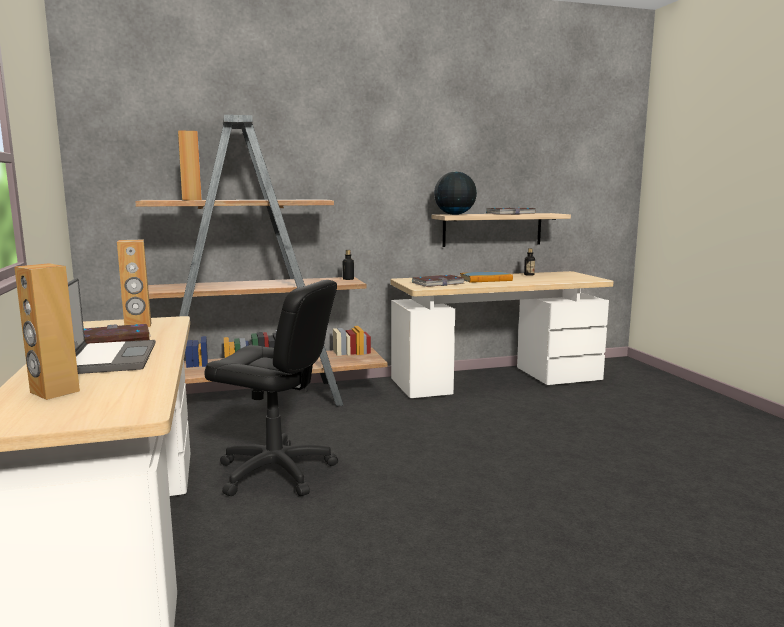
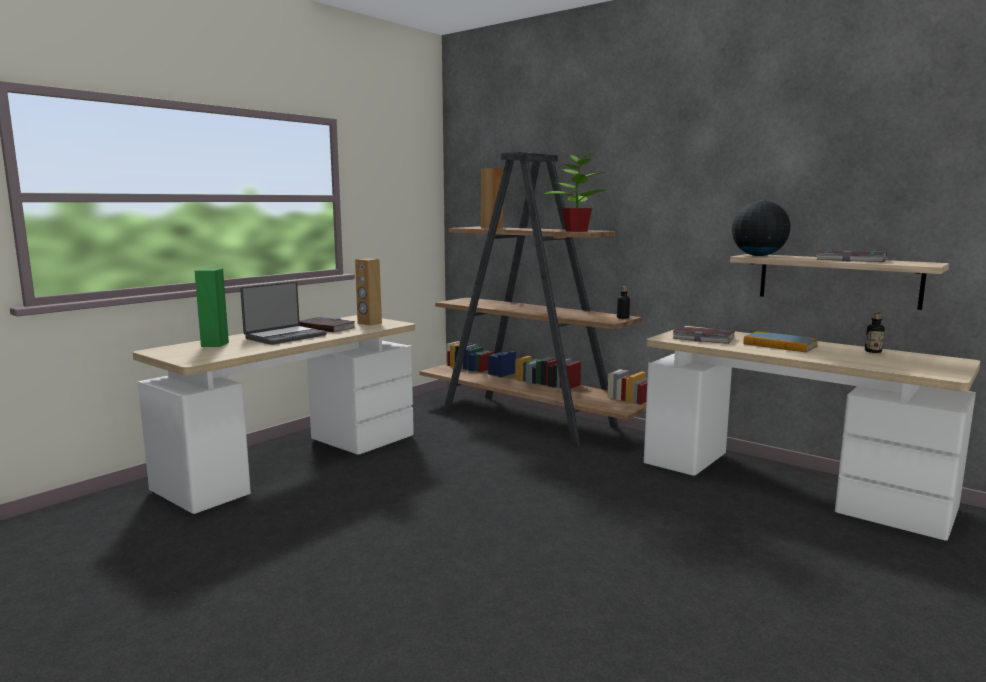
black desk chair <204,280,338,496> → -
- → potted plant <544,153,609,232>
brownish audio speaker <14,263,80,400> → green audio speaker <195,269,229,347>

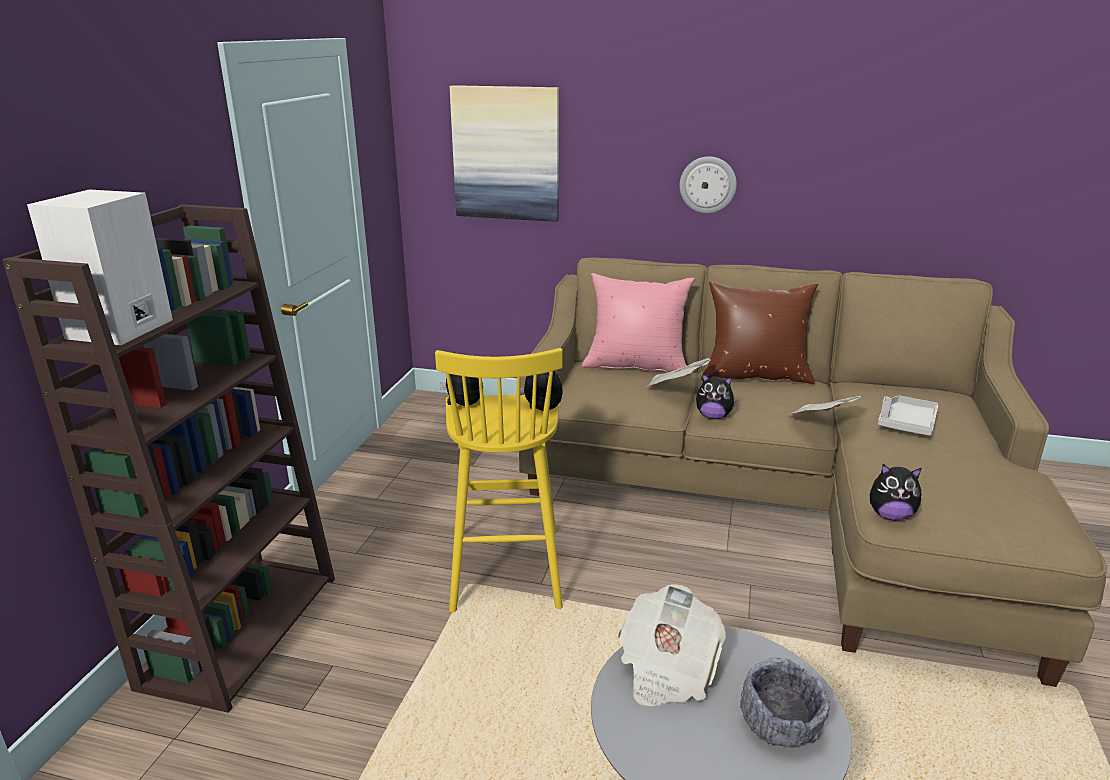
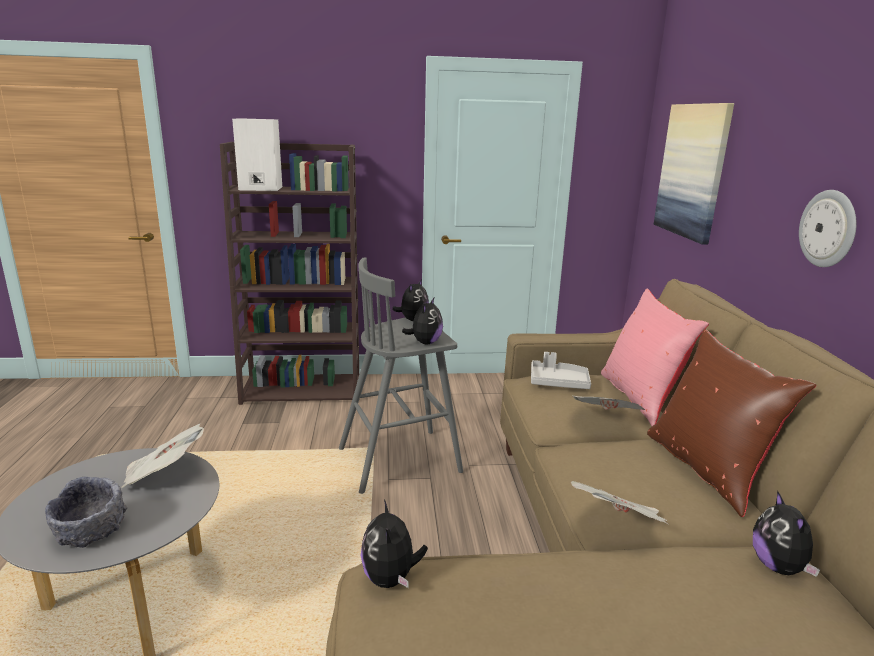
soft toy <696,373,738,419> → soft toy <753,490,820,577>, relocated
grey carrying tray <878,395,938,436> → grey carrying tray <531,352,591,389>, relocated
yellowish stool seat <435,348,563,613> → grey stool seat <339,258,463,494>

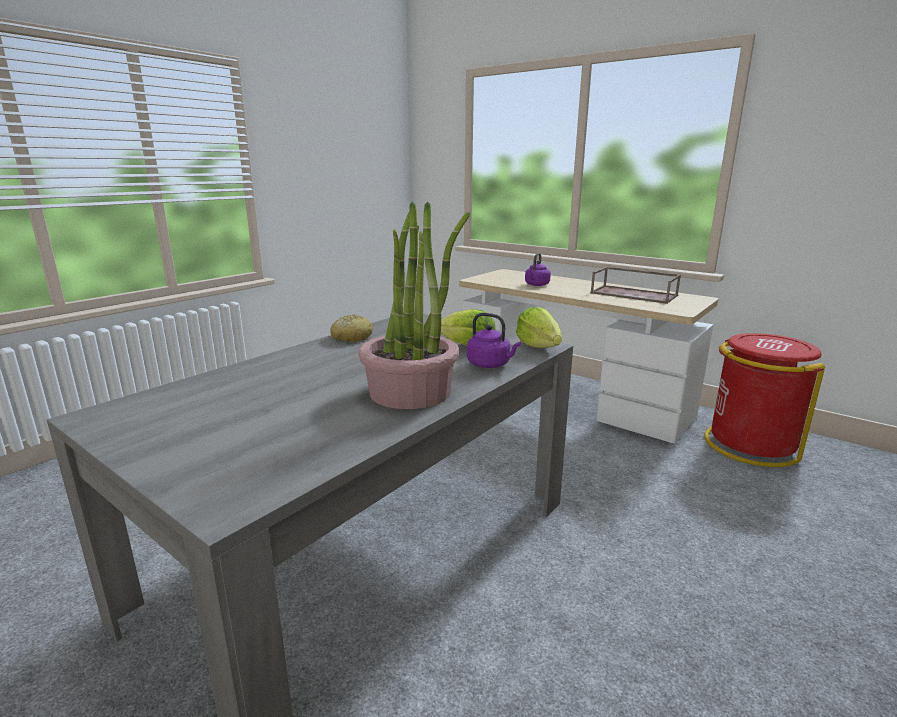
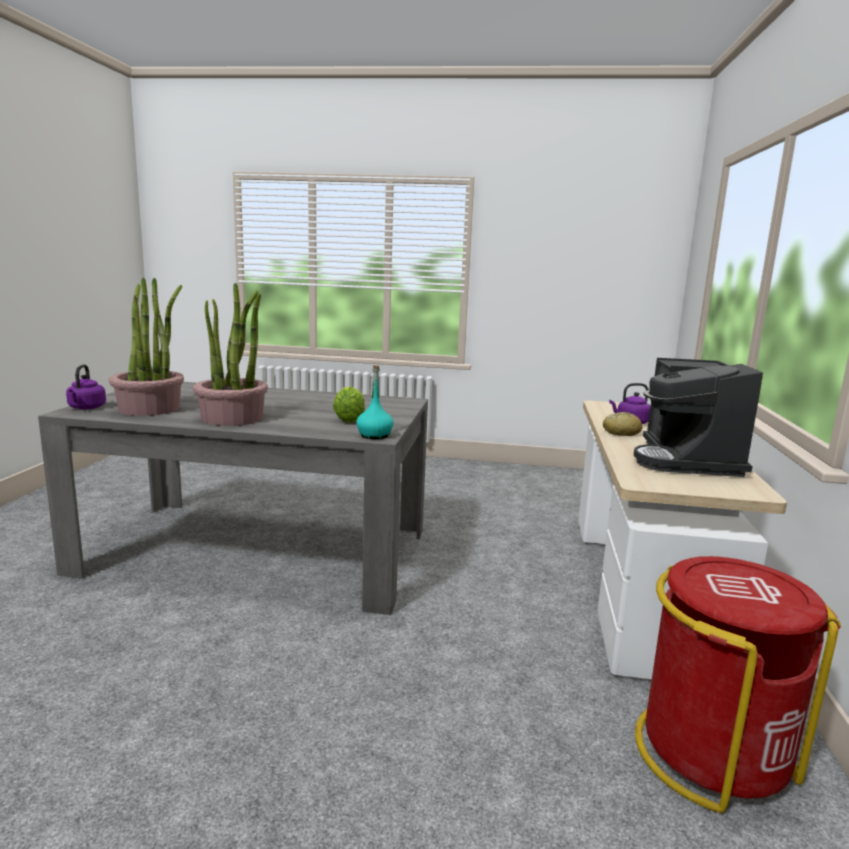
- → potted plant <109,278,184,416>
bakery bread <330,314,373,342> → bakery bread <603,412,643,436>, relocated
purplish water kettle <467,313,521,368> → purplish water kettle <66,364,106,409>, relocated
lettuce <516,307,562,348> → turquoise beverage bottle <356,365,394,439>
brownish carrying tray <590,267,681,304> → coffee machine <634,358,763,477>

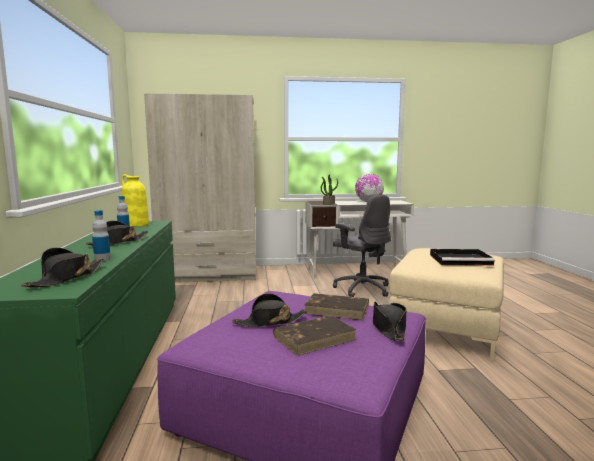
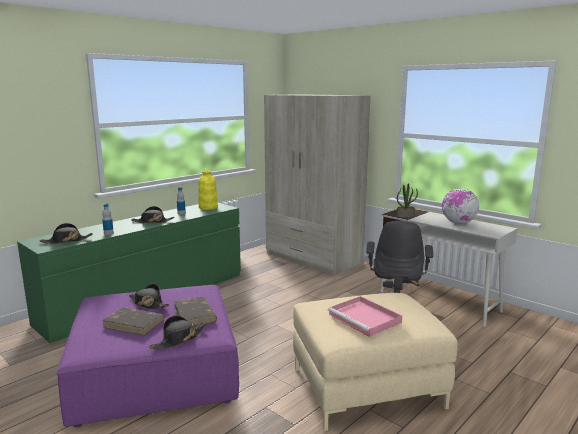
black carrying tray <430,249,495,266> → pink carrying tray <328,296,402,337>

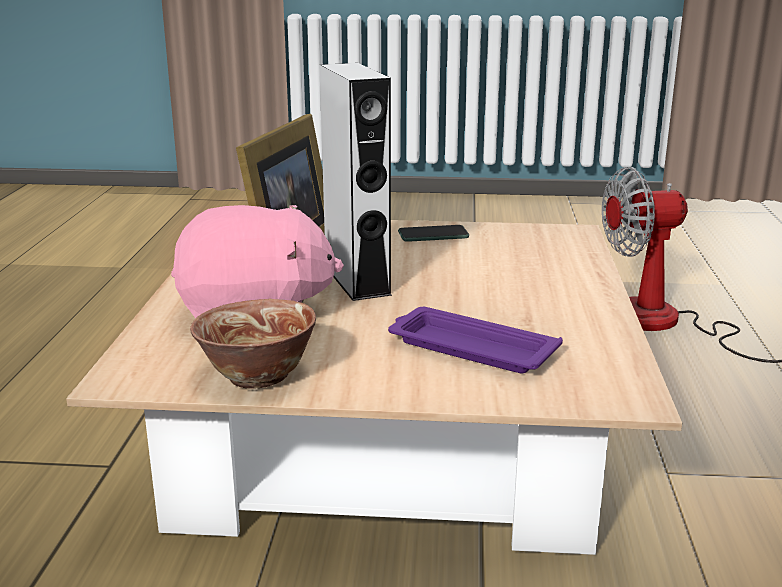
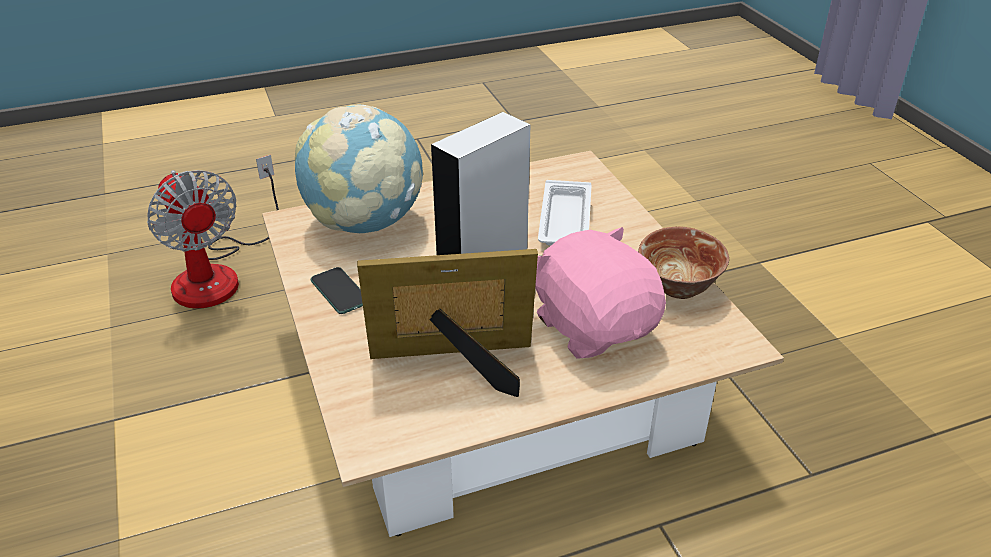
- → desk globe <295,105,423,233>
purplish carrying tray <388,307,563,373> → whitish carrying tray <538,180,591,246>

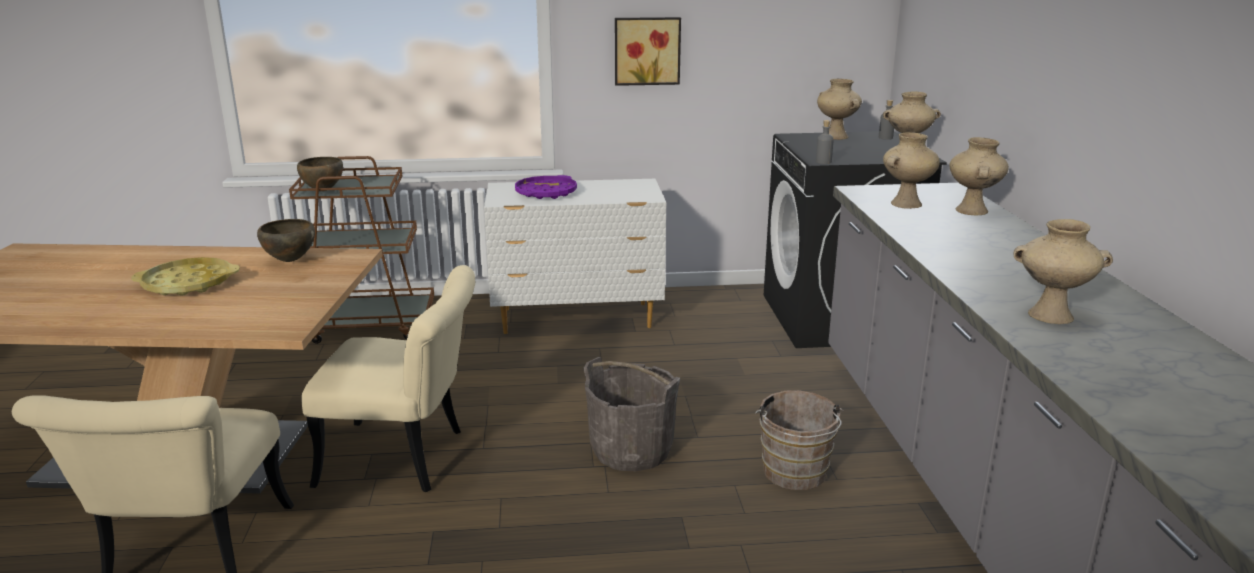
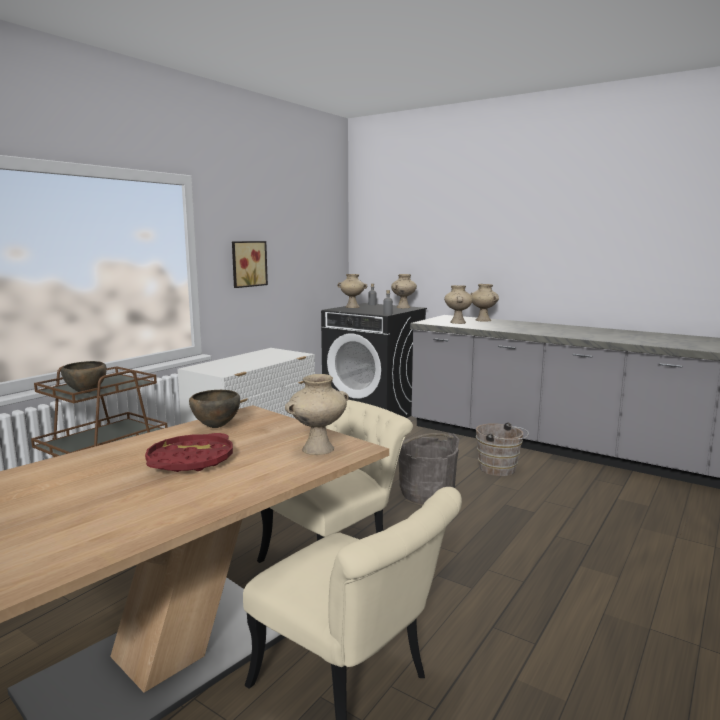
purplish carrying tray <515,175,577,199> → -
sand-coloured vase <1014,219,1113,324> → sand-coloured vase <285,374,348,455>, relocated
yellowish carrying tray <131,257,240,296> → red-coloured carrying tray <145,433,233,472>

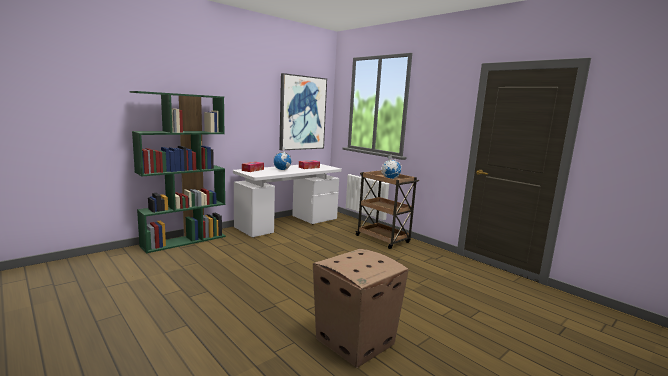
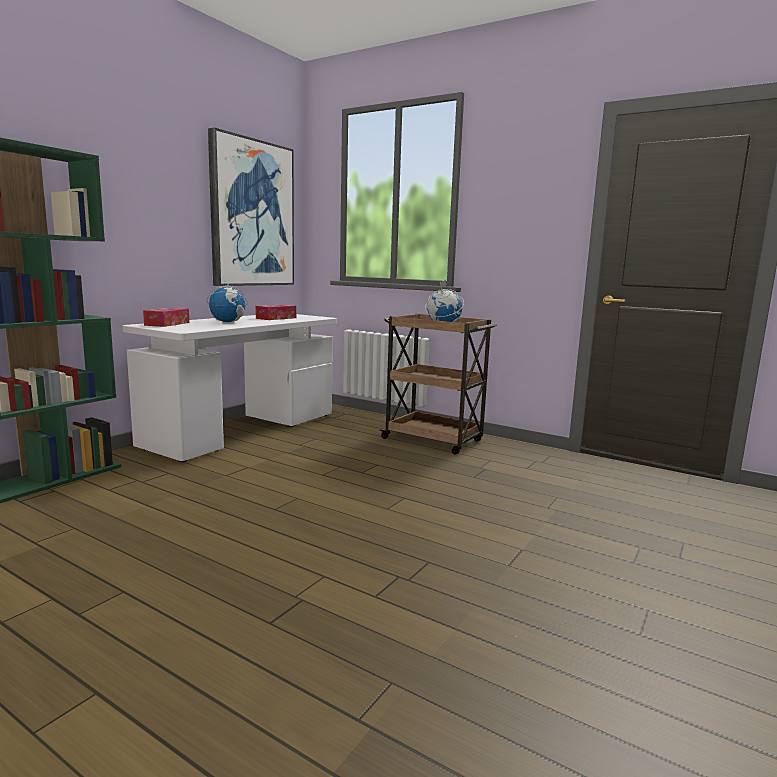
carton <313,249,409,368> → -

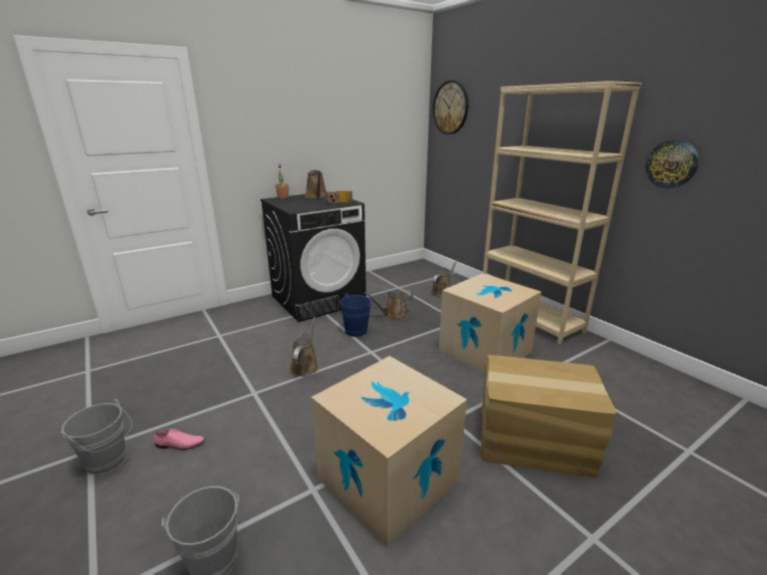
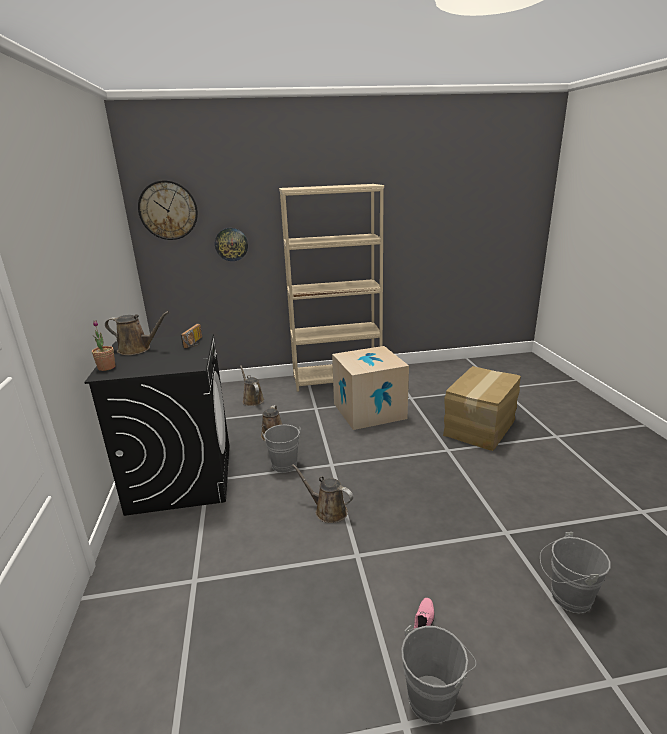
carton <311,356,467,548> → -
clock on the wall <645,140,699,188> → clock on the wall <215,228,248,261>, relocated
blue-coloured pail <340,293,376,337> → grey pail <262,424,301,473>

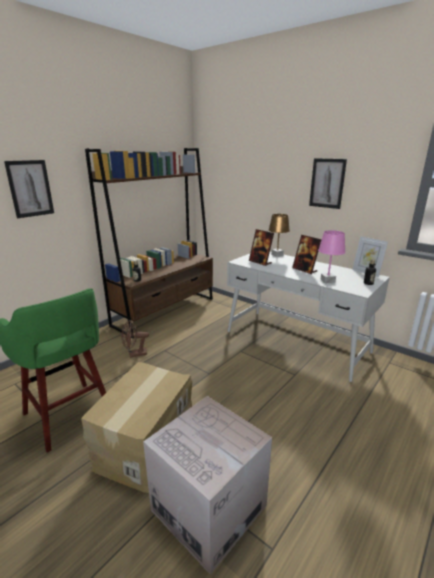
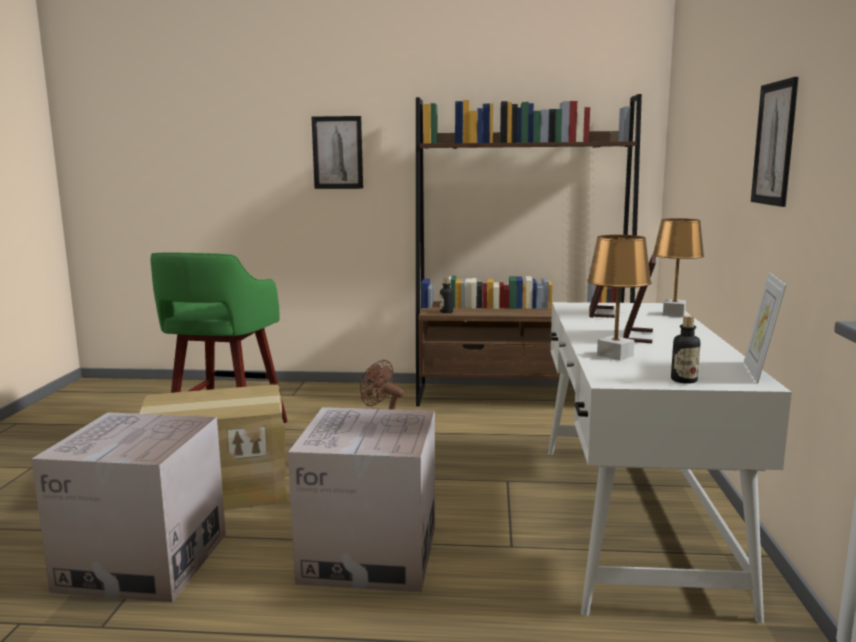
- → carton <288,407,435,592>
pink table lamp <318,230,346,283> → brownish table lamp <587,235,652,360>

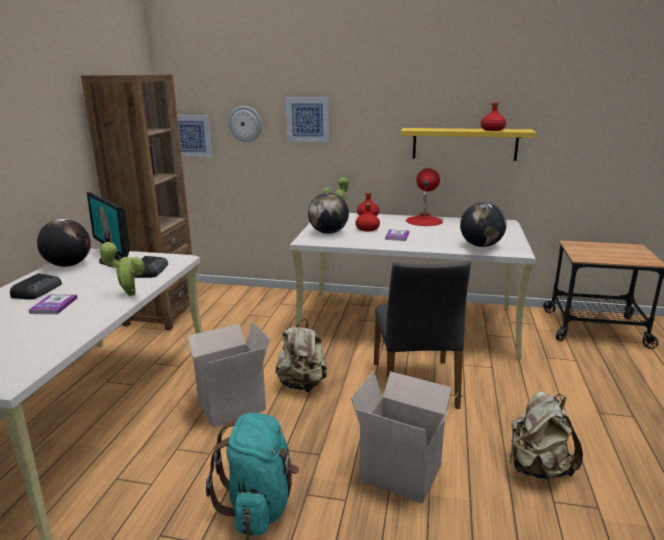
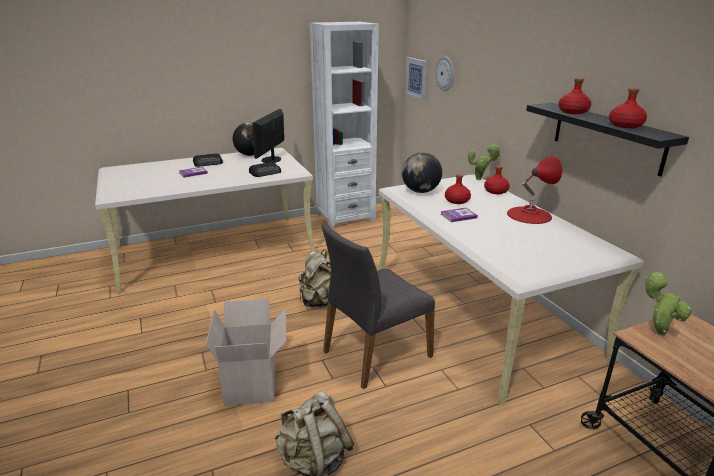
carton <182,321,270,427> → -
turquoise backpack <206,413,299,536> → -
picture <286,97,329,142> → -
desk globe <460,202,507,247> → -
- → red-coloured beverage bottle <558,78,591,114>
potted plant <99,242,145,296> → potted plant <645,272,691,336>, relocated
brownish shelving unit <81,74,192,330> → whitish shelving unit <310,22,379,229>
yellowish wall shelf <400,128,536,161> → black wall shelf <526,103,689,177>

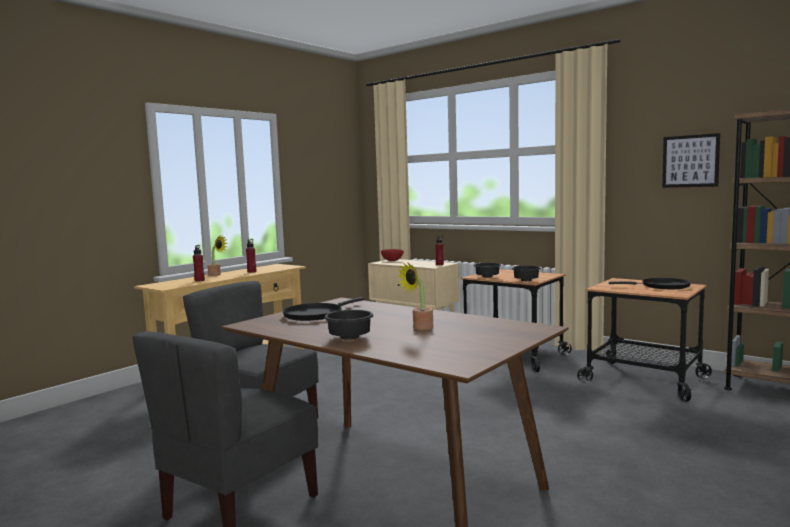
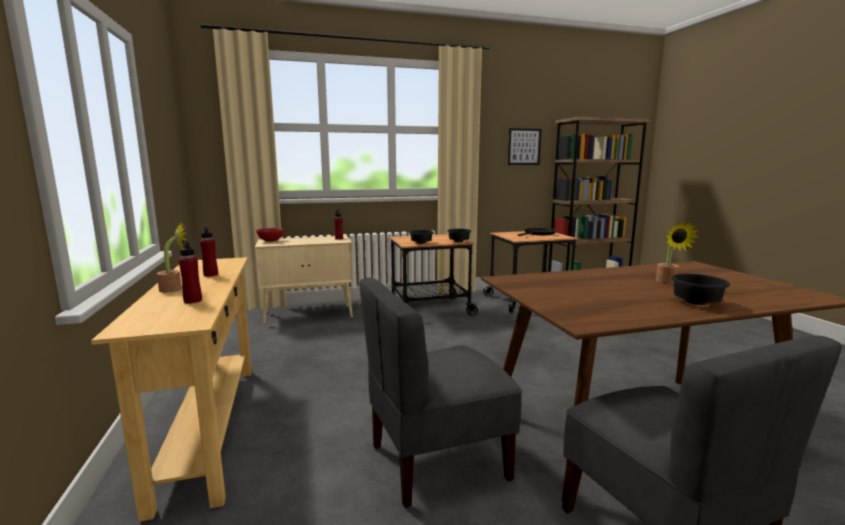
black frying pan <283,297,364,321> → -

